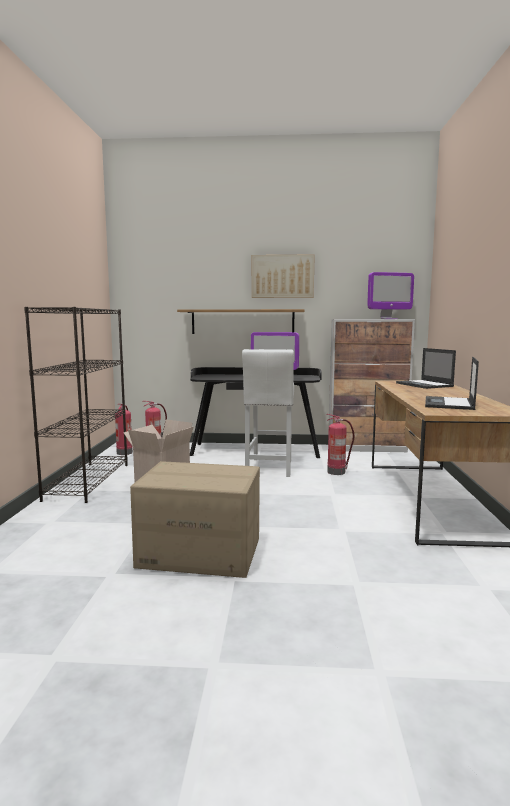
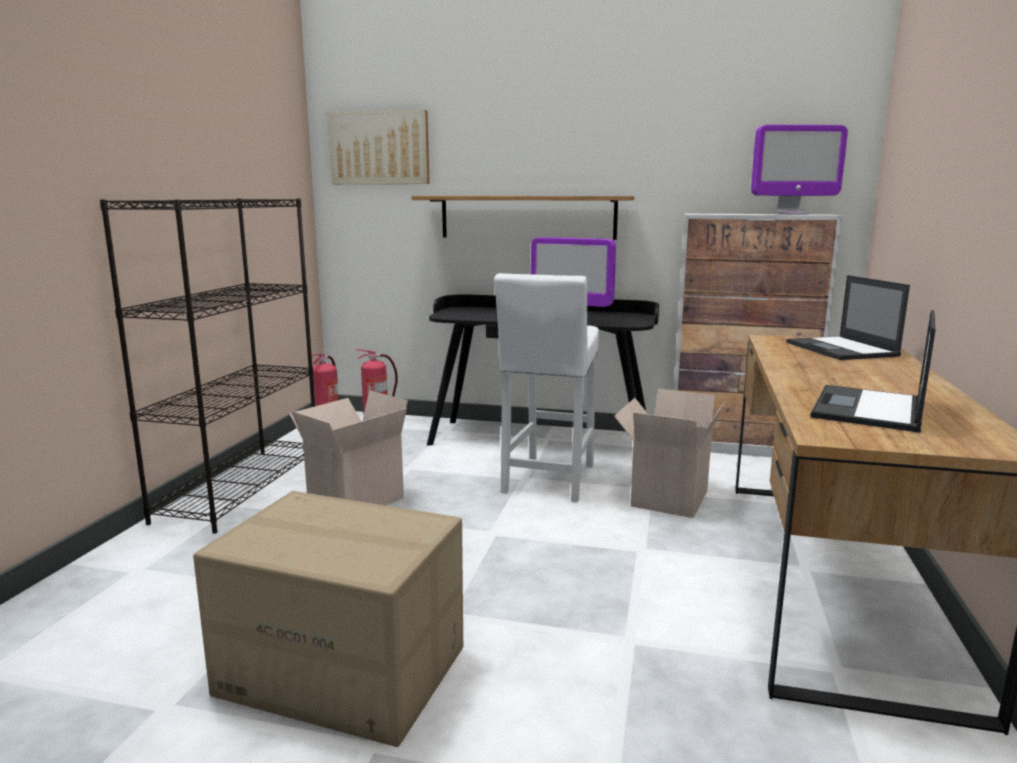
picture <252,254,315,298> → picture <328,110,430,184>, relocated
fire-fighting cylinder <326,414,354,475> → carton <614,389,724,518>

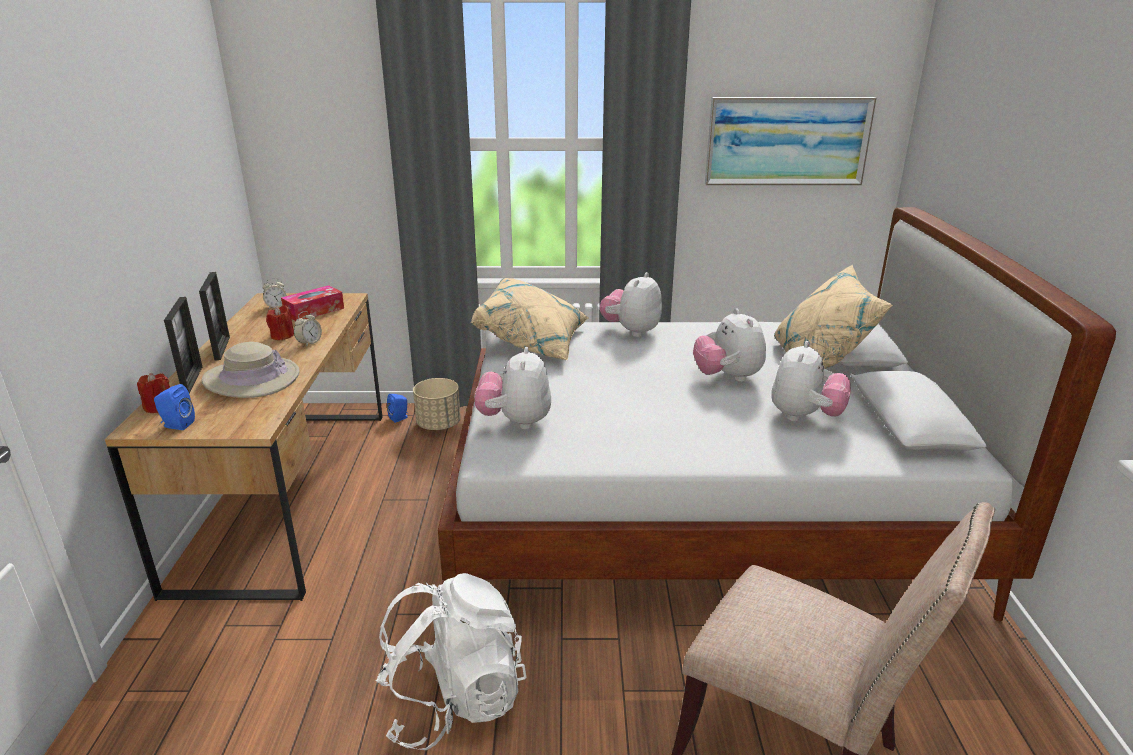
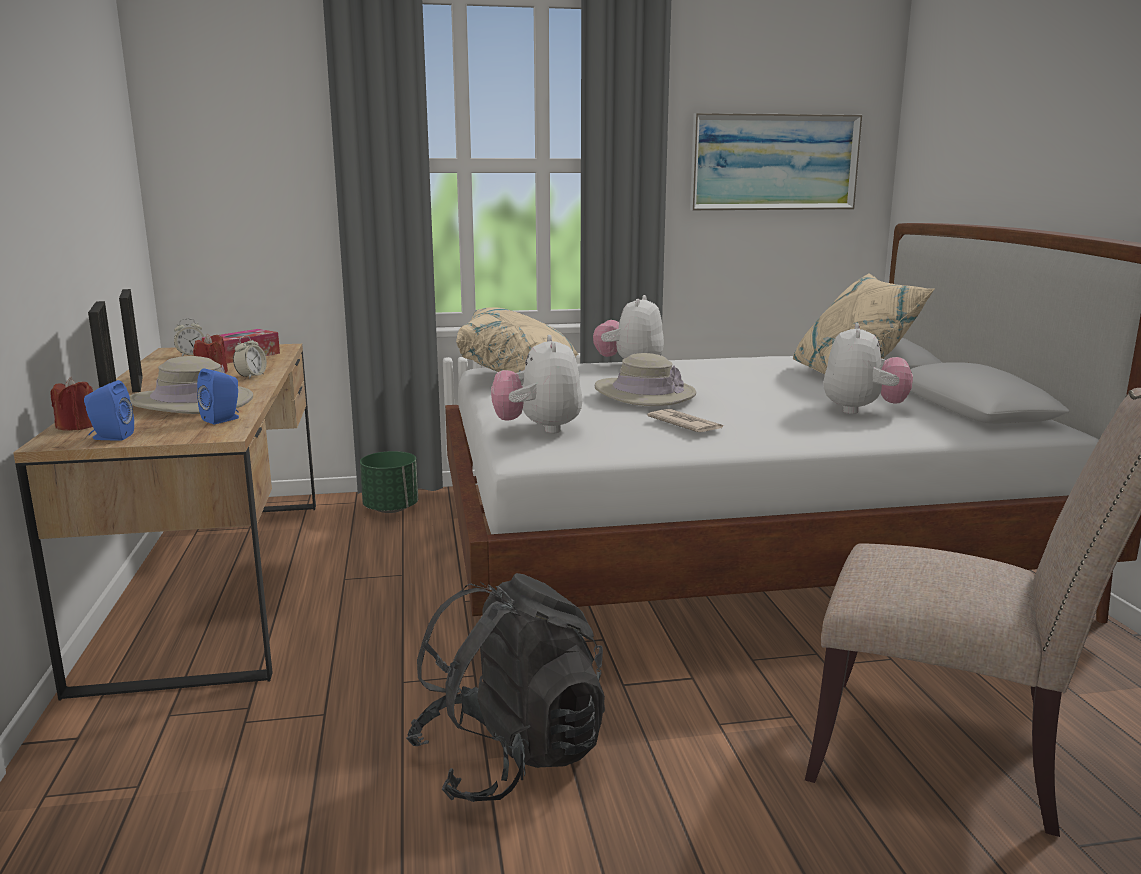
soft toy <693,308,766,382> → -
- → sand-coloured clothing hat <595,353,696,406>
- → daily paper <647,409,724,432>
blue-coloured audio speaker <387,394,408,423> → blue-coloured audio speaker <197,368,239,424>, relocated
whitish backpack <375,573,527,750> → black backpack <406,573,605,802>
sand-coloured plant pot <413,378,461,430> → green plant pot <360,451,418,513>

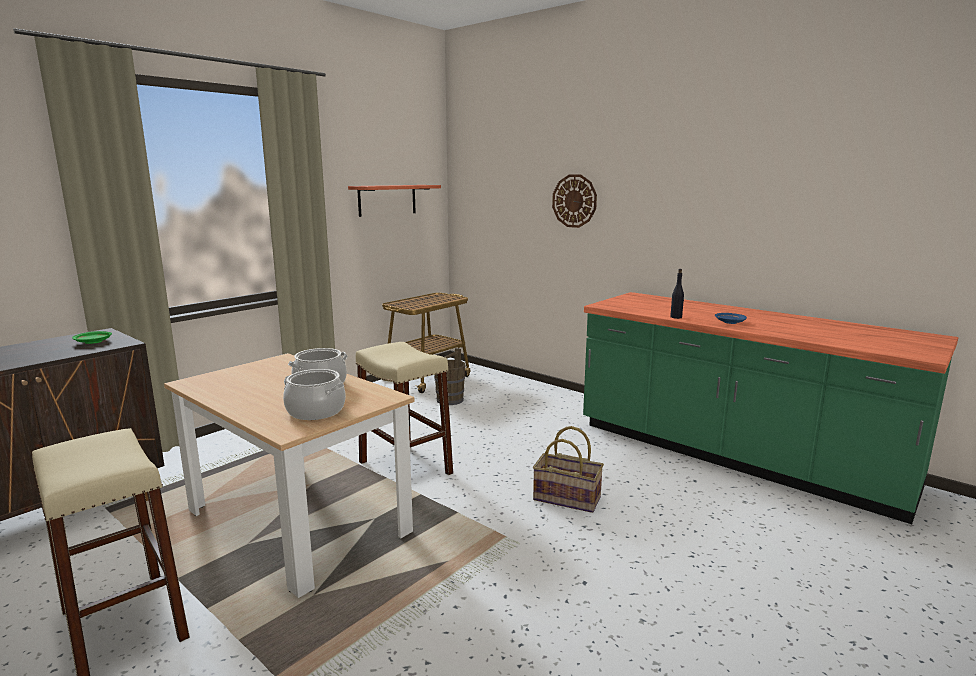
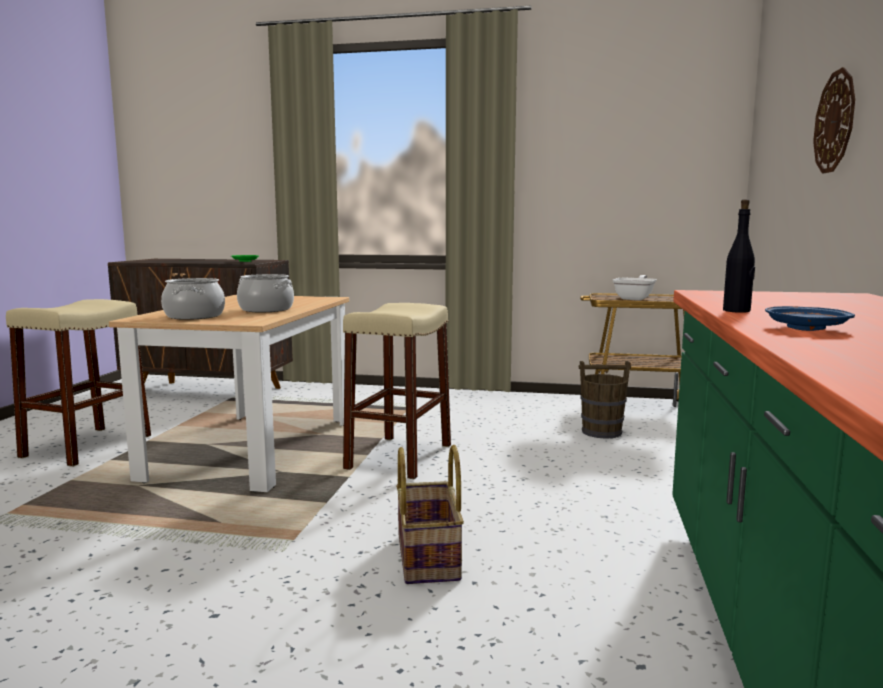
wall shelf <348,185,441,217> → -
- → frying pan <613,275,657,300>

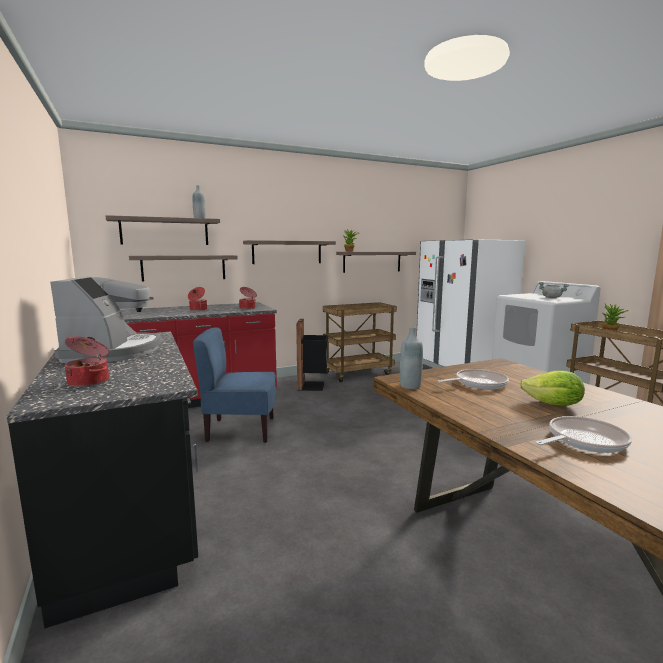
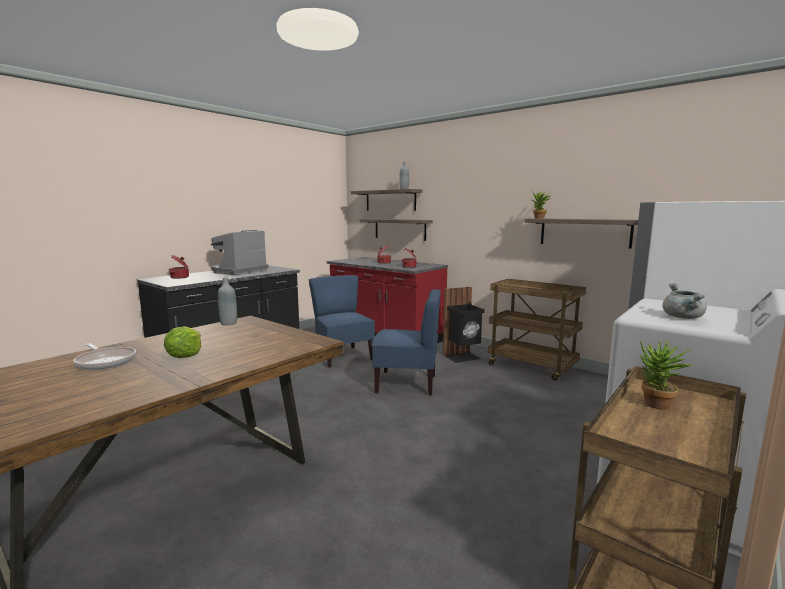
wall shelf <243,240,336,264> → -
frying pan <438,369,509,389> → -
- → blue-coloured chair <372,289,441,395>
coffee machine <50,276,161,363> → coffee machine <211,230,268,275>, 150 degrees clockwise

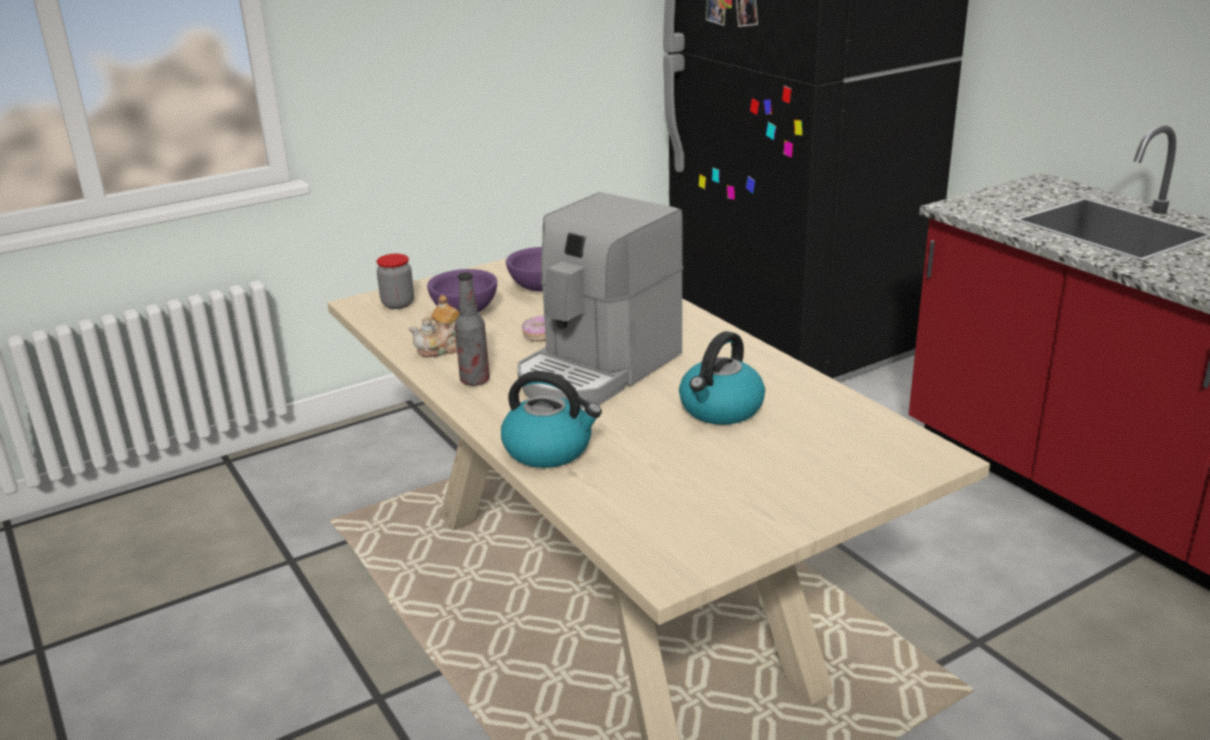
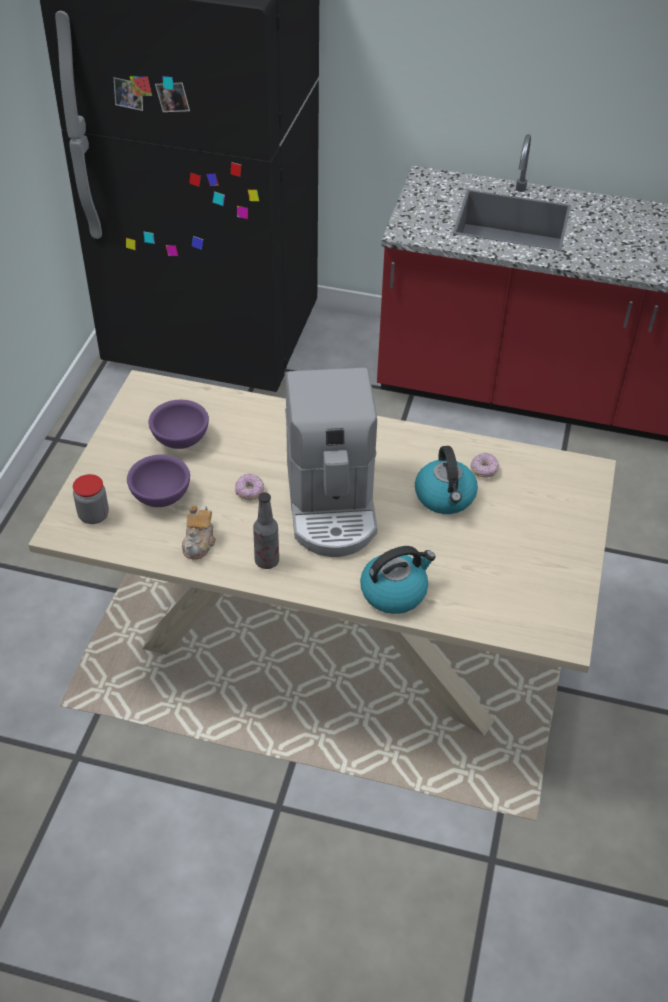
- → ring doughnut <470,453,499,478>

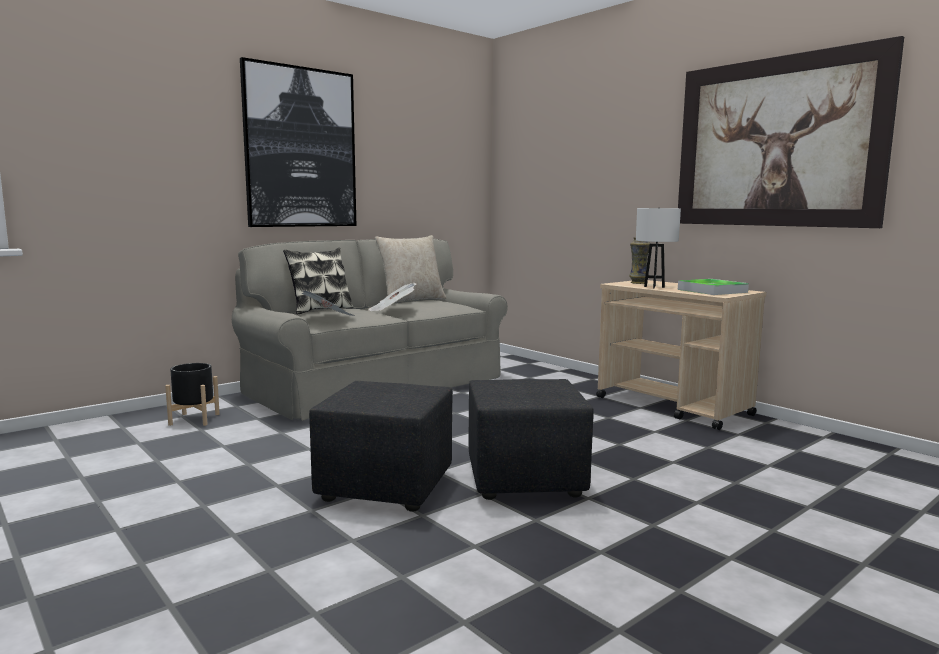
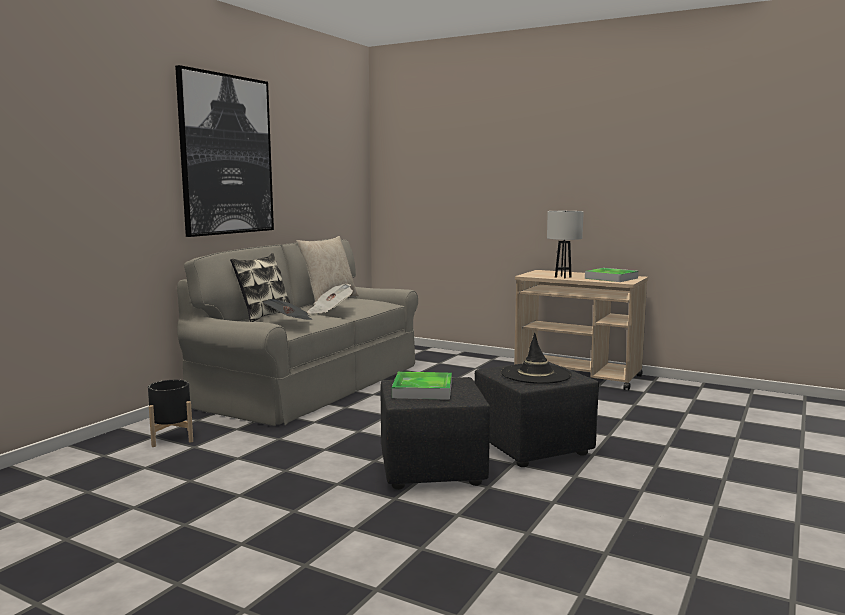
vase <629,237,650,284> → -
picture <678,36,904,228> → -
- → carrying tray <392,372,452,400>
- → black clothing hat <501,333,572,384>

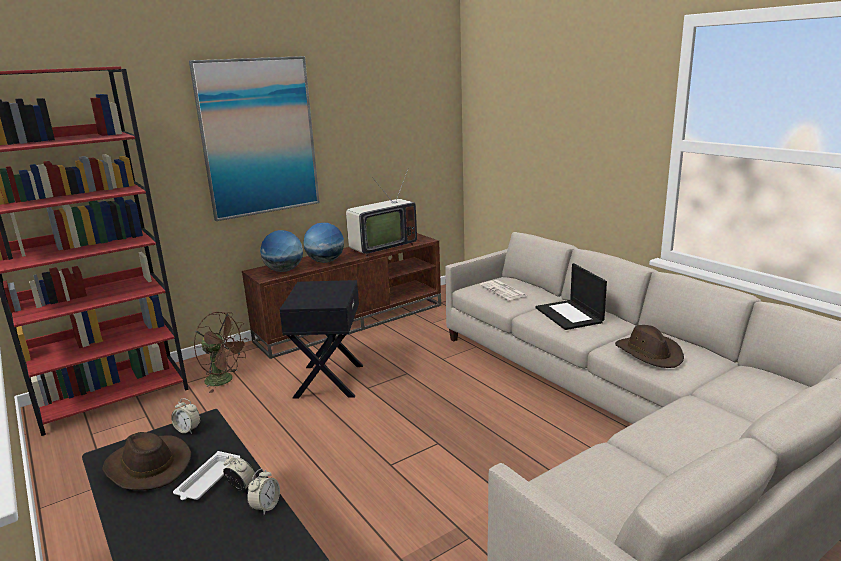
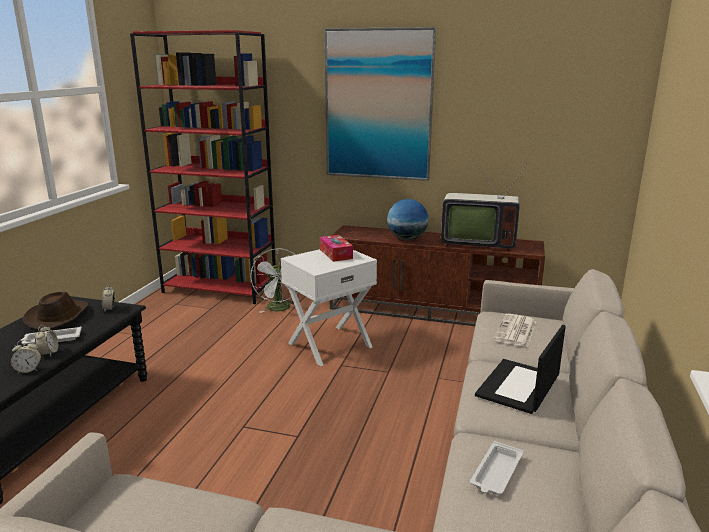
desk globe <260,230,303,272> → -
- → tissue holder <320,235,353,262>
brownish clothing hat <615,325,684,368> → whitish carrying tray <470,441,523,495>
brownish electric fan <194,312,249,393> → whitish electric fan <251,248,298,313>
black end table <279,280,363,399> → whitish end table <281,249,377,366>

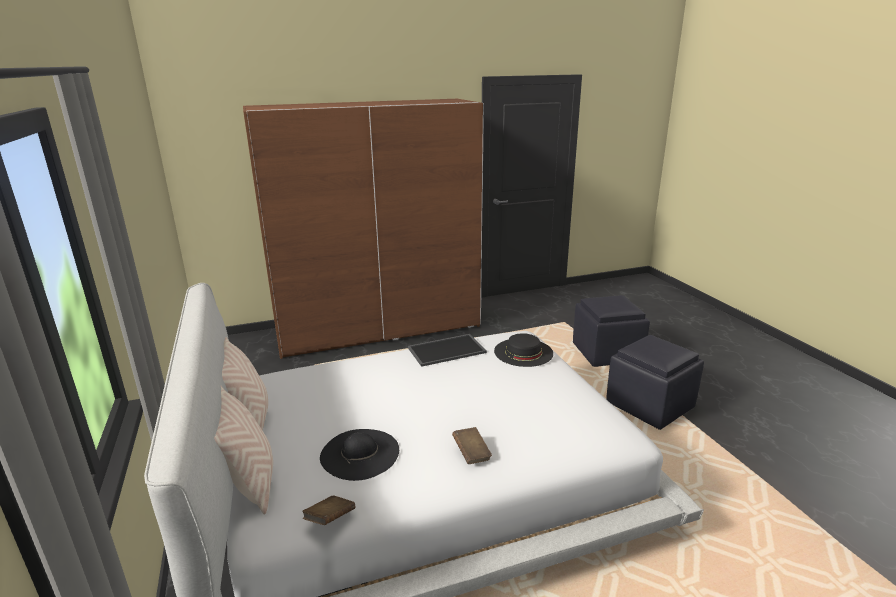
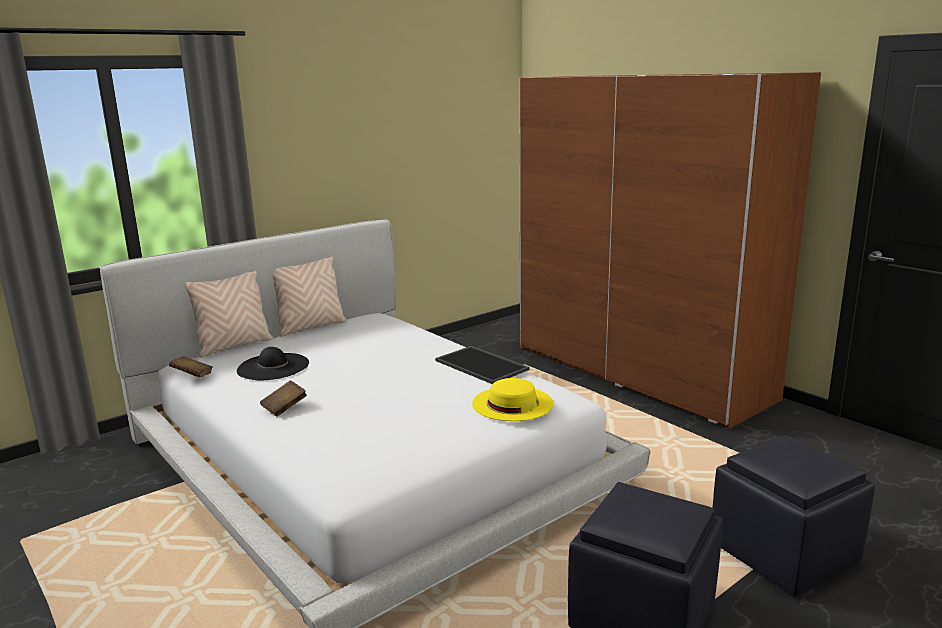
black clothing hat <494,333,553,367> → yellowish clothing hat <472,378,553,421>

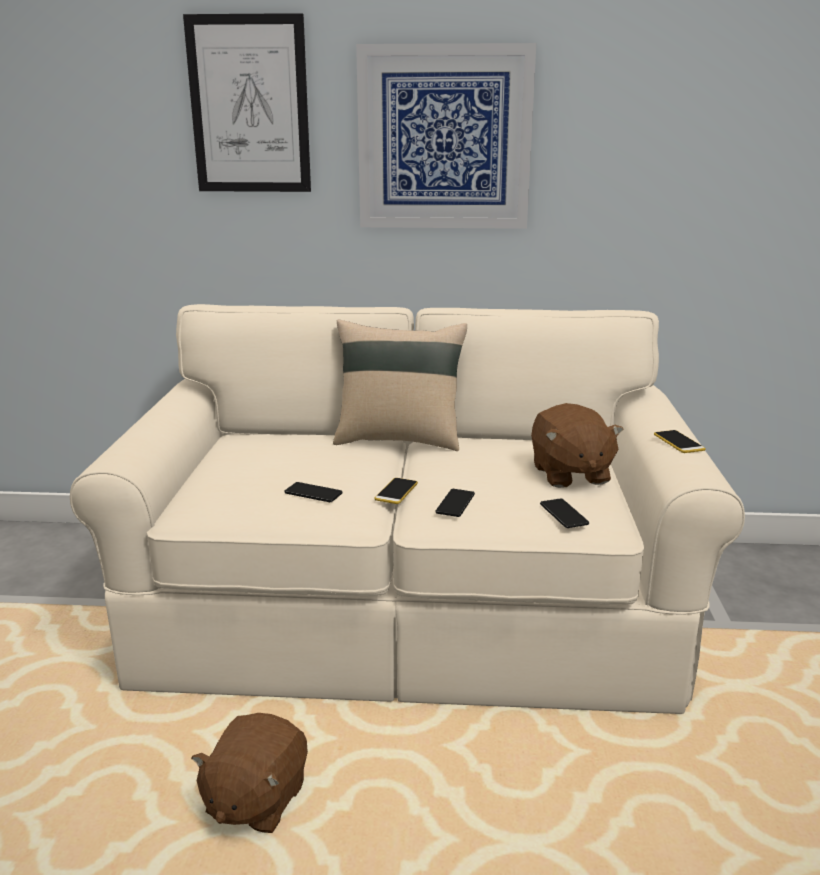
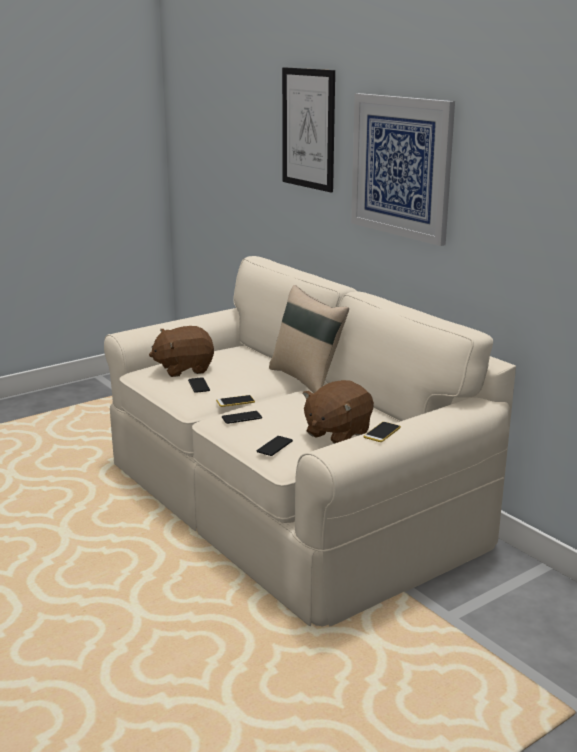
brownish soft toy <191,713,308,833> → brownish soft toy <149,326,214,377>, relocated

